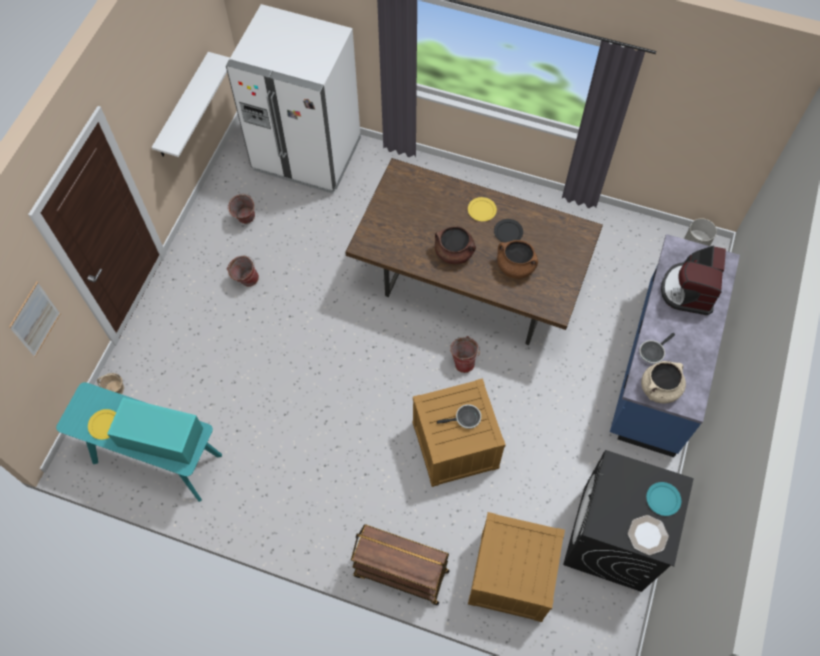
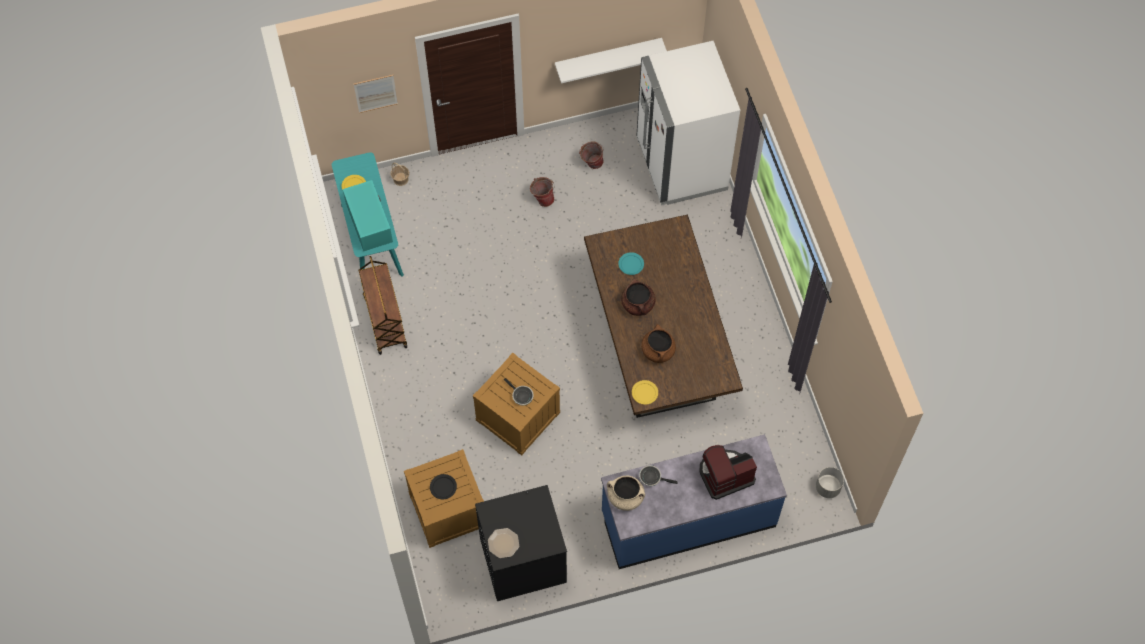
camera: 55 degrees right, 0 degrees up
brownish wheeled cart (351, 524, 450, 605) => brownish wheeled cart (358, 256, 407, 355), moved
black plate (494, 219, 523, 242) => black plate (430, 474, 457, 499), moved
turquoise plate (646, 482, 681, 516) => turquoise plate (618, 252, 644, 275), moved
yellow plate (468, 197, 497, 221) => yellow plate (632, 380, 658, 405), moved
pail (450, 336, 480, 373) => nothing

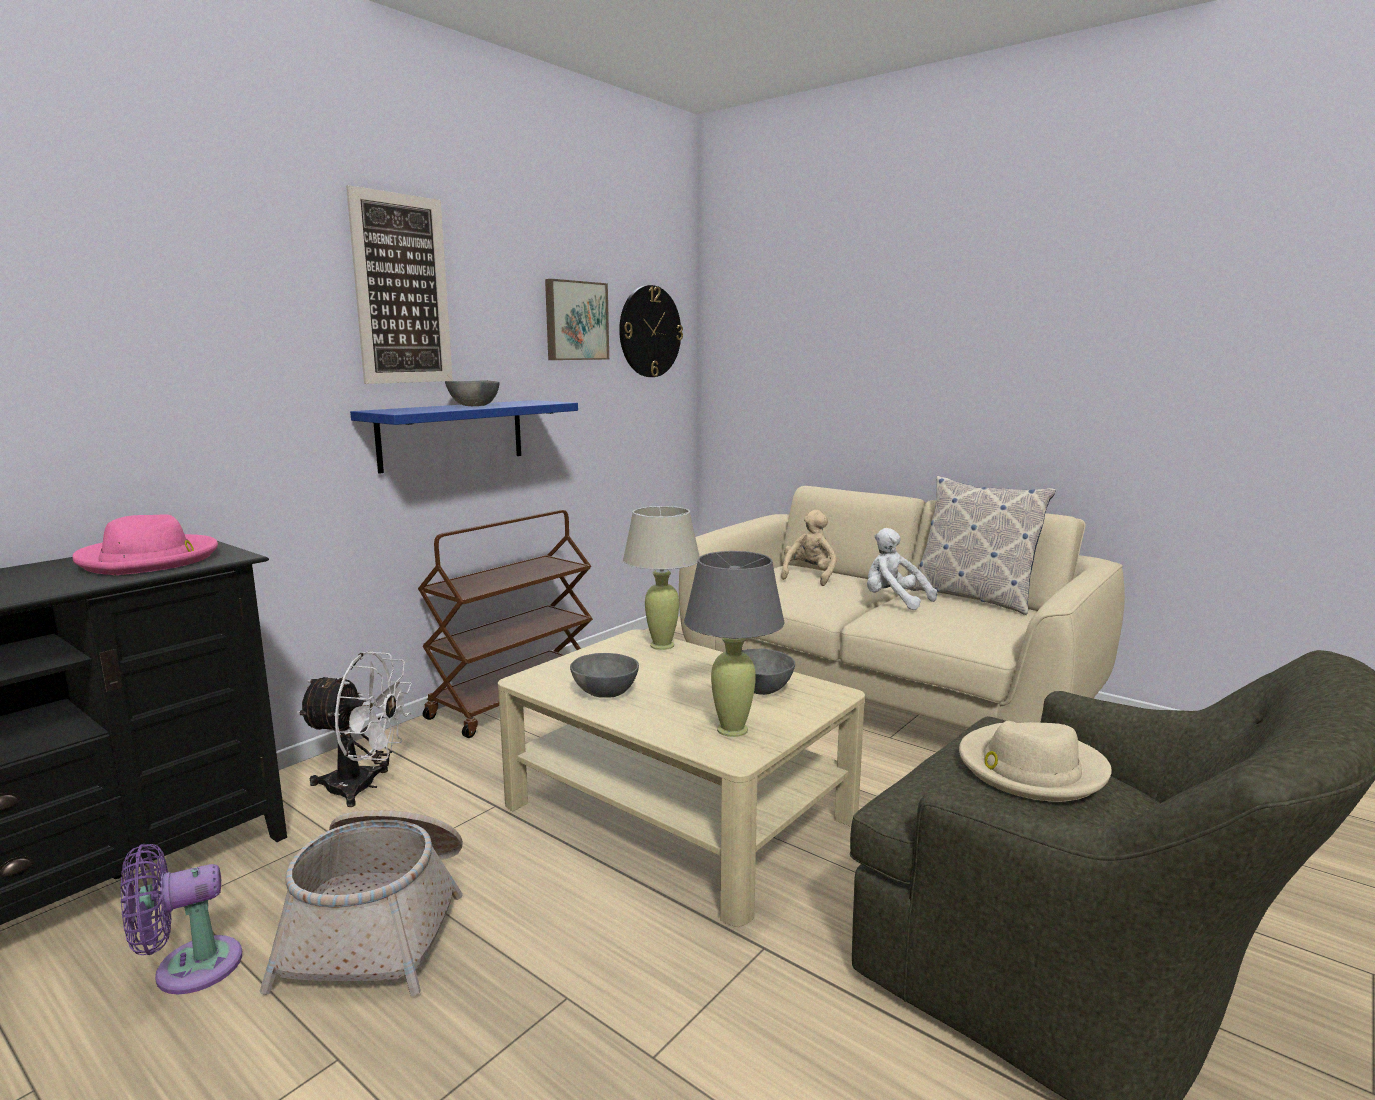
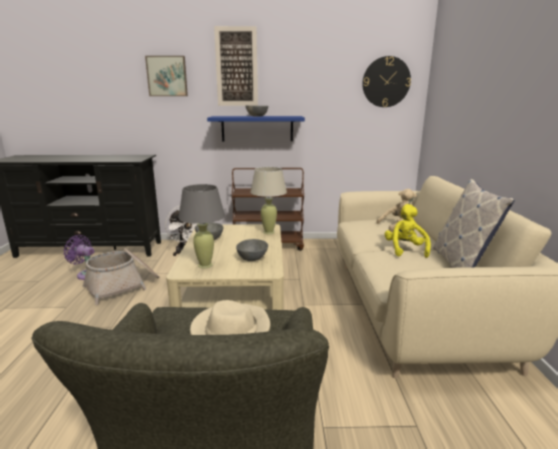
camera: 50 degrees right, 5 degrees up
picture (545, 279, 609, 360) => picture (145, 56, 188, 96), moved
white-coloured cuddly toy (867, 528, 937, 610) => yellow cuddly toy (385, 204, 431, 258)
pink clothing hat (72, 514, 218, 575) => nothing

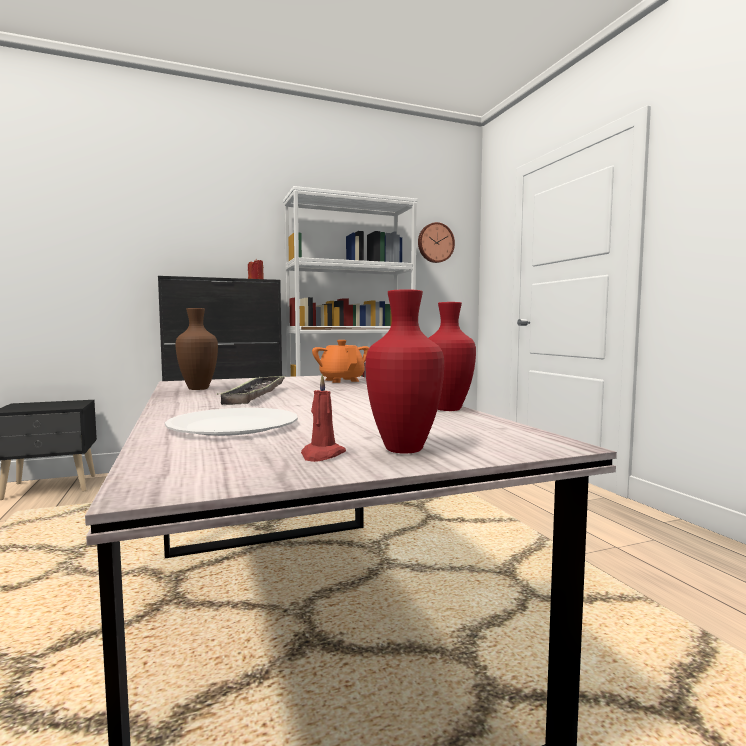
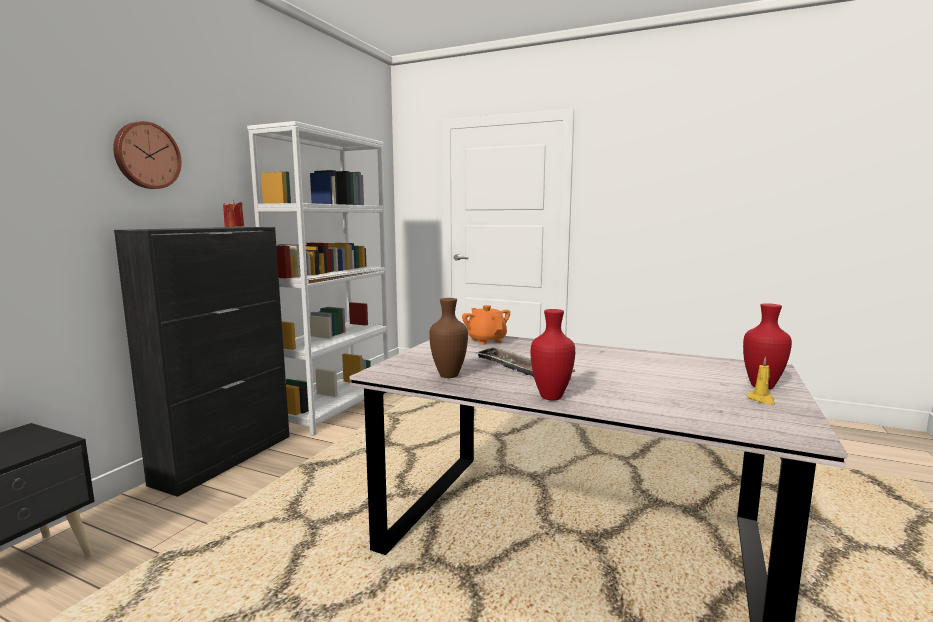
camera: 45 degrees left, 5 degrees up
clock on the wall (418, 222, 455, 263) => clock on the wall (113, 121, 182, 189), moved
orange pot for tea (312, 340, 369, 383) => orange pot for tea (462, 305, 510, 345), 45 degrees clockwise
red-coloured vase (429, 302, 476, 411) => red-coloured vase (530, 309, 575, 400), moved
red-coloured wax light (301, 374, 346, 462) => yellow wax light (747, 357, 775, 405)
white-coloured plate (165, 408, 298, 436) => nothing

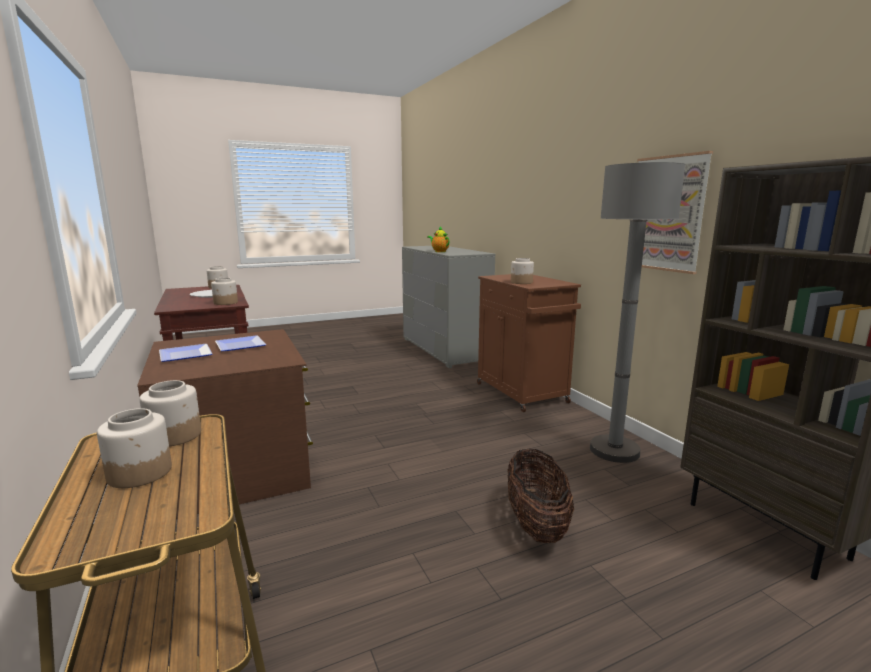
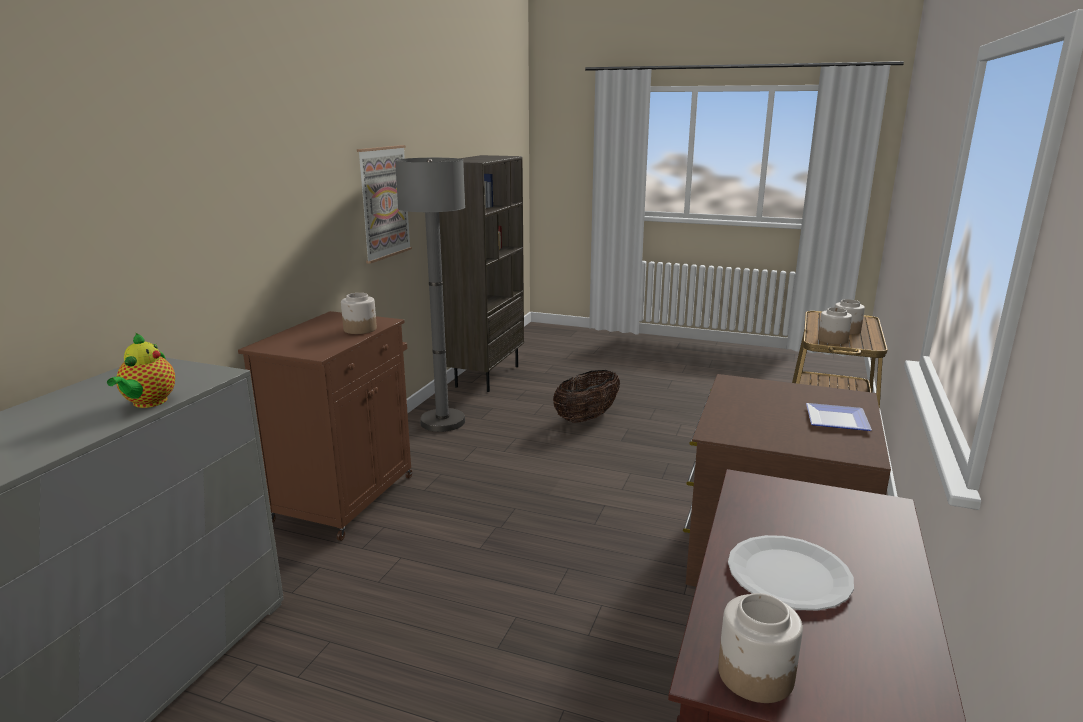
camera: 135 degrees left, 5 degrees up
jar (211, 277, 238, 305) => nothing
plate (215, 335, 266, 351) => nothing

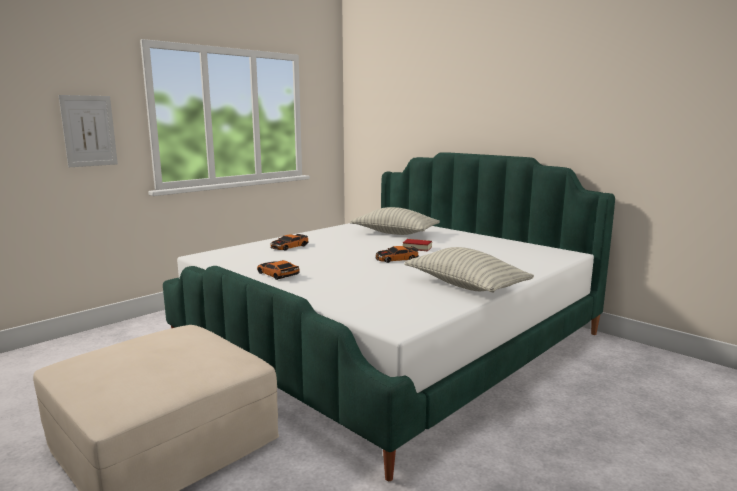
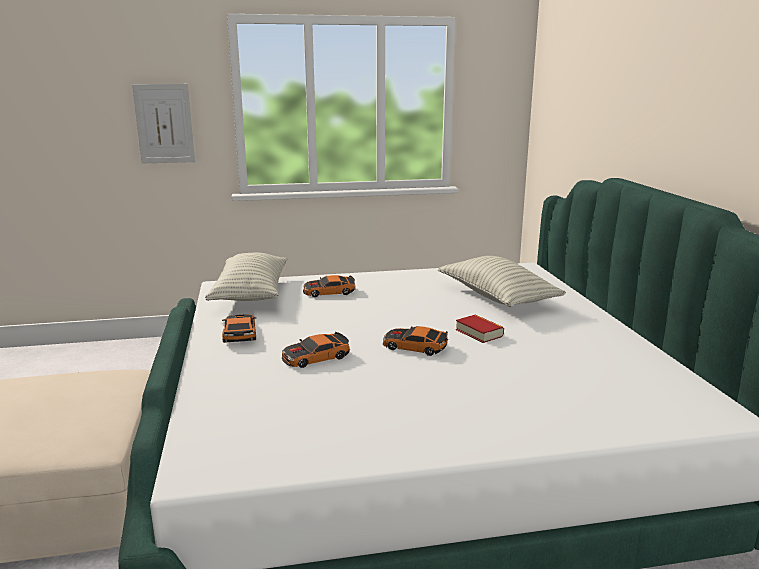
camera: 35 degrees right, 5 degrees up
cushion (404, 247, 534, 292) => cushion (205, 253, 287, 301), moved
nothing => miniature car (282, 332, 350, 368)

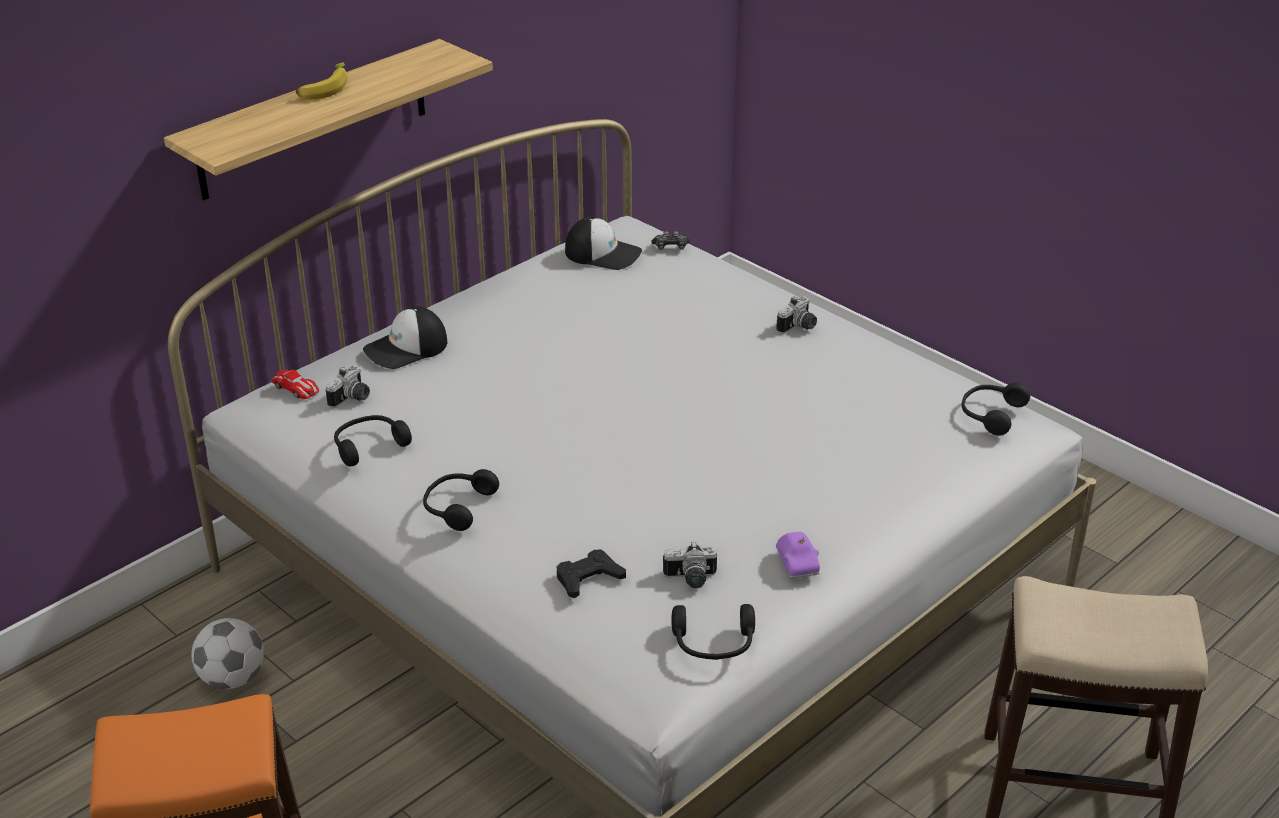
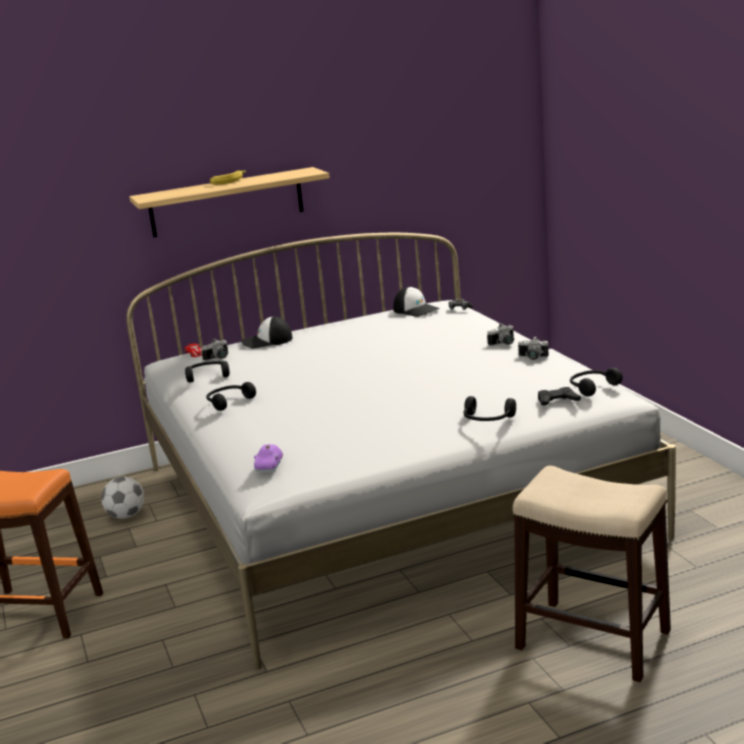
camera: 25 degrees right, 15 degrees down
purple miniature car (776, 532, 820, 578) => purple miniature car (254, 444, 283, 471), moved
black headset (671, 604, 755, 660) => black headset (464, 396, 516, 421), moved
still camera (663, 542, 717, 588) => still camera (518, 337, 549, 360), moved
black gamepad (557, 549, 626, 598) => black gamepad (538, 387, 581, 406), moved

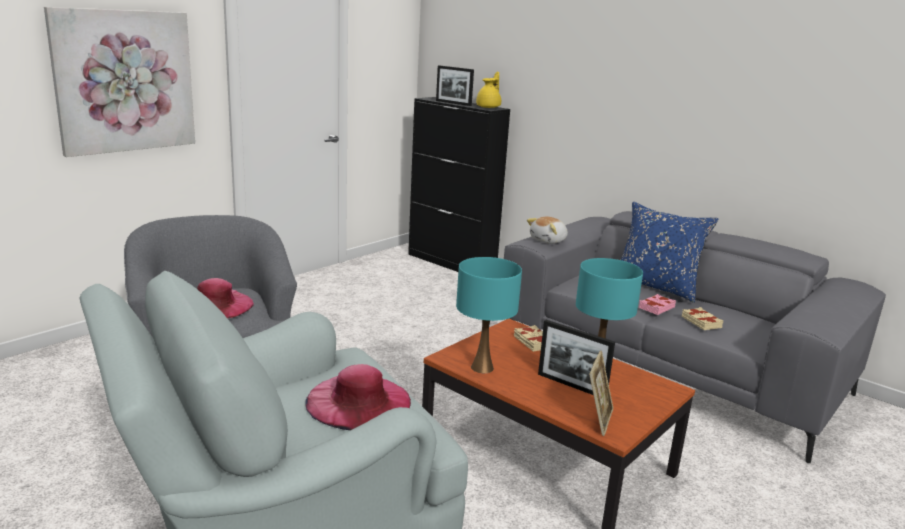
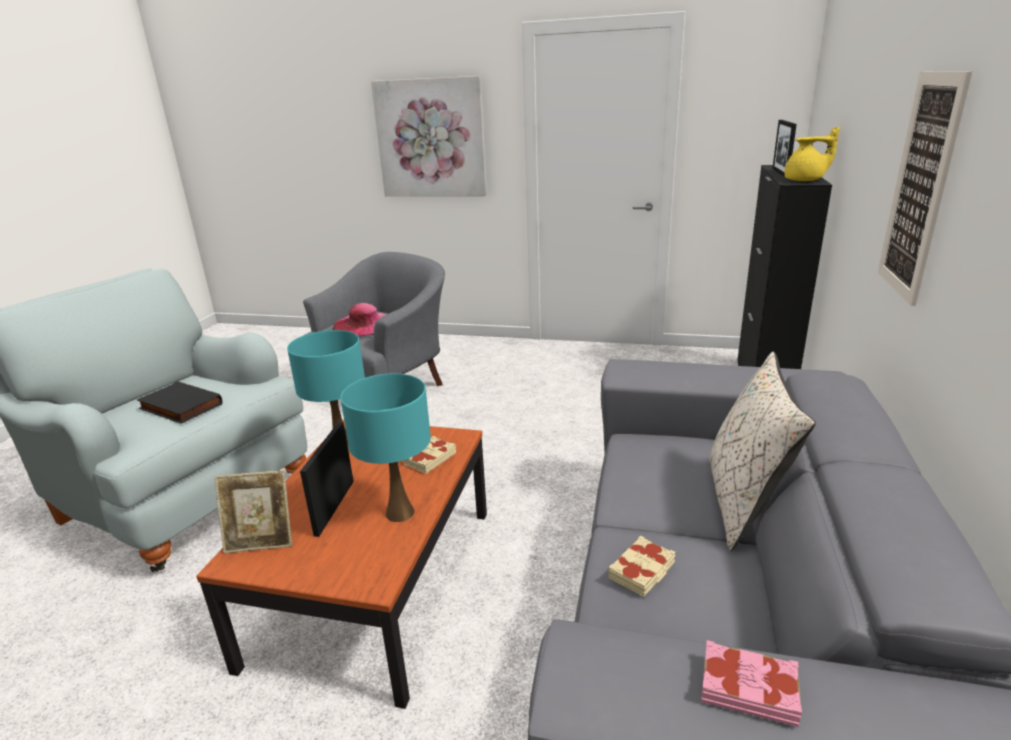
camera: 65 degrees right, 5 degrees up
pink clothing hat (305, 364, 411, 430) => black volume (137, 381, 222, 424)
pink volume (639, 294, 676, 315) => pink volume (701, 640, 802, 727), moved
blue cushion (620, 202, 718, 303) => beige-coloured cushion (709, 352, 816, 551)
nothing => picture (878, 71, 972, 306)
cuddly toy (527, 216, 568, 244) => nothing

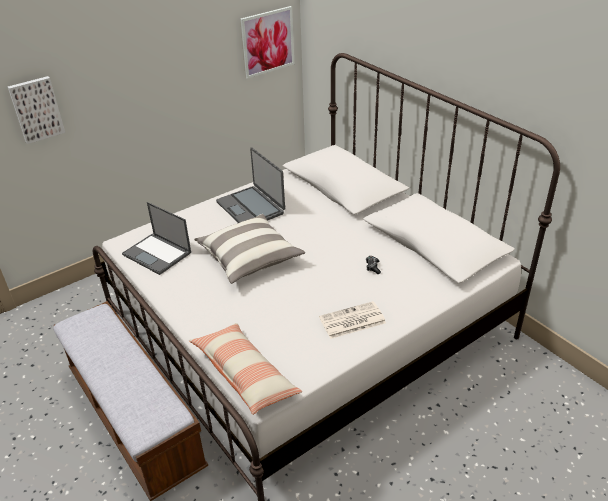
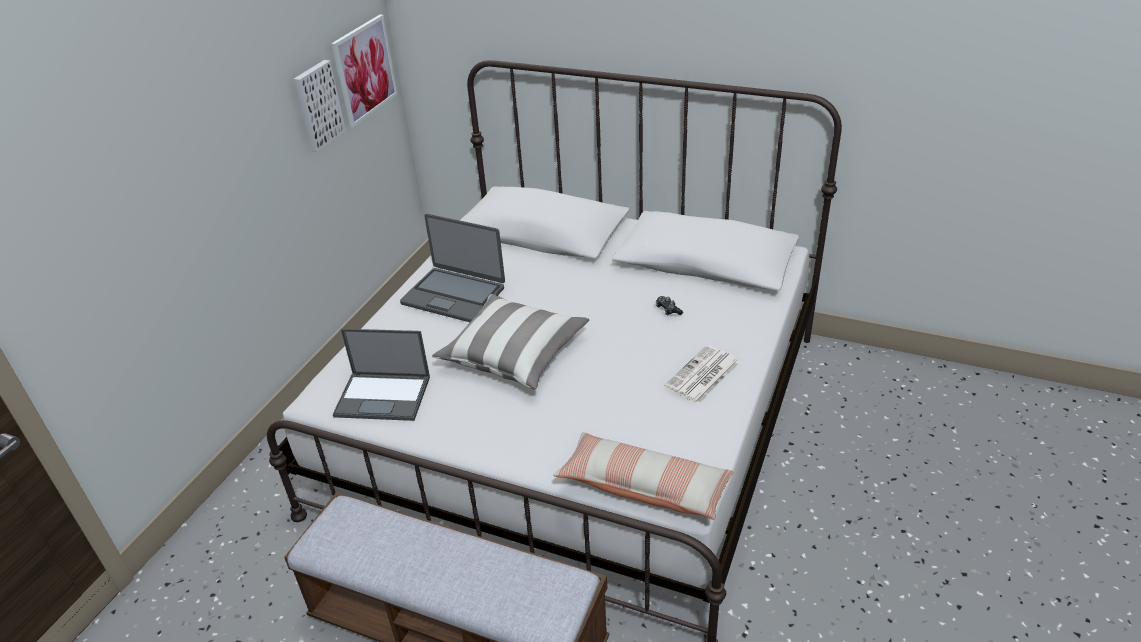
camera: 30 degrees left, 0 degrees up
picture (8, 76, 65, 144) => picture (293, 60, 346, 152), moved

